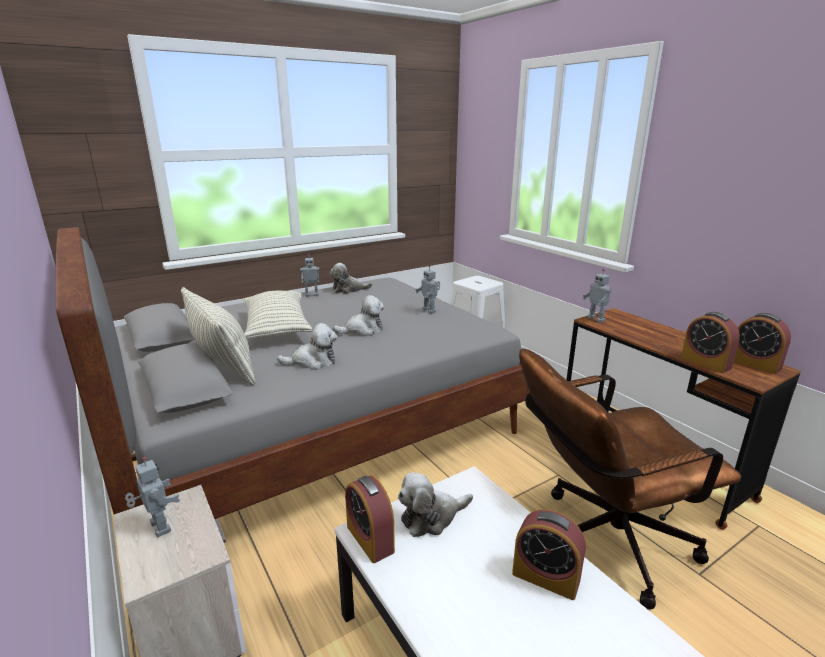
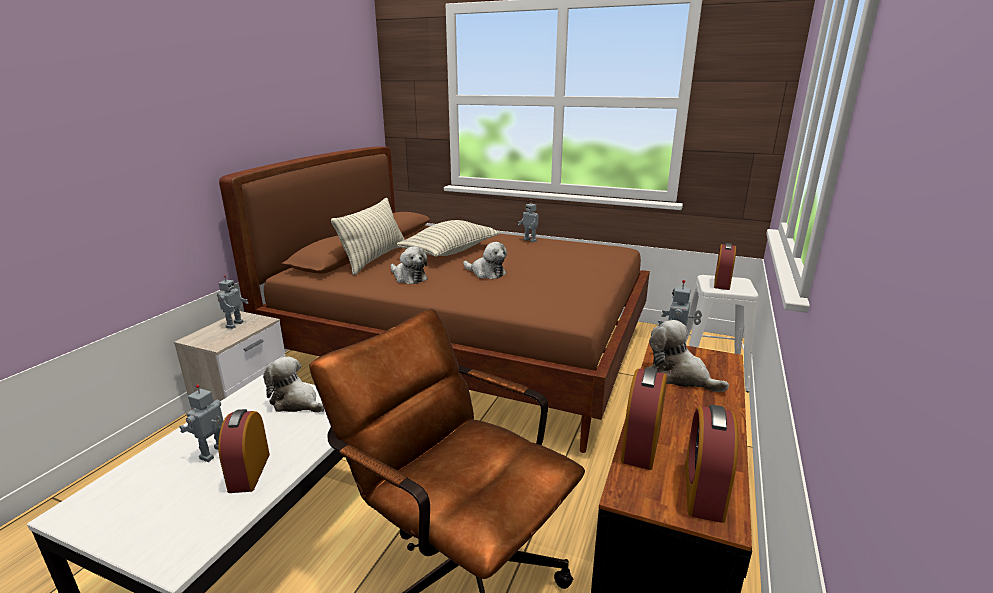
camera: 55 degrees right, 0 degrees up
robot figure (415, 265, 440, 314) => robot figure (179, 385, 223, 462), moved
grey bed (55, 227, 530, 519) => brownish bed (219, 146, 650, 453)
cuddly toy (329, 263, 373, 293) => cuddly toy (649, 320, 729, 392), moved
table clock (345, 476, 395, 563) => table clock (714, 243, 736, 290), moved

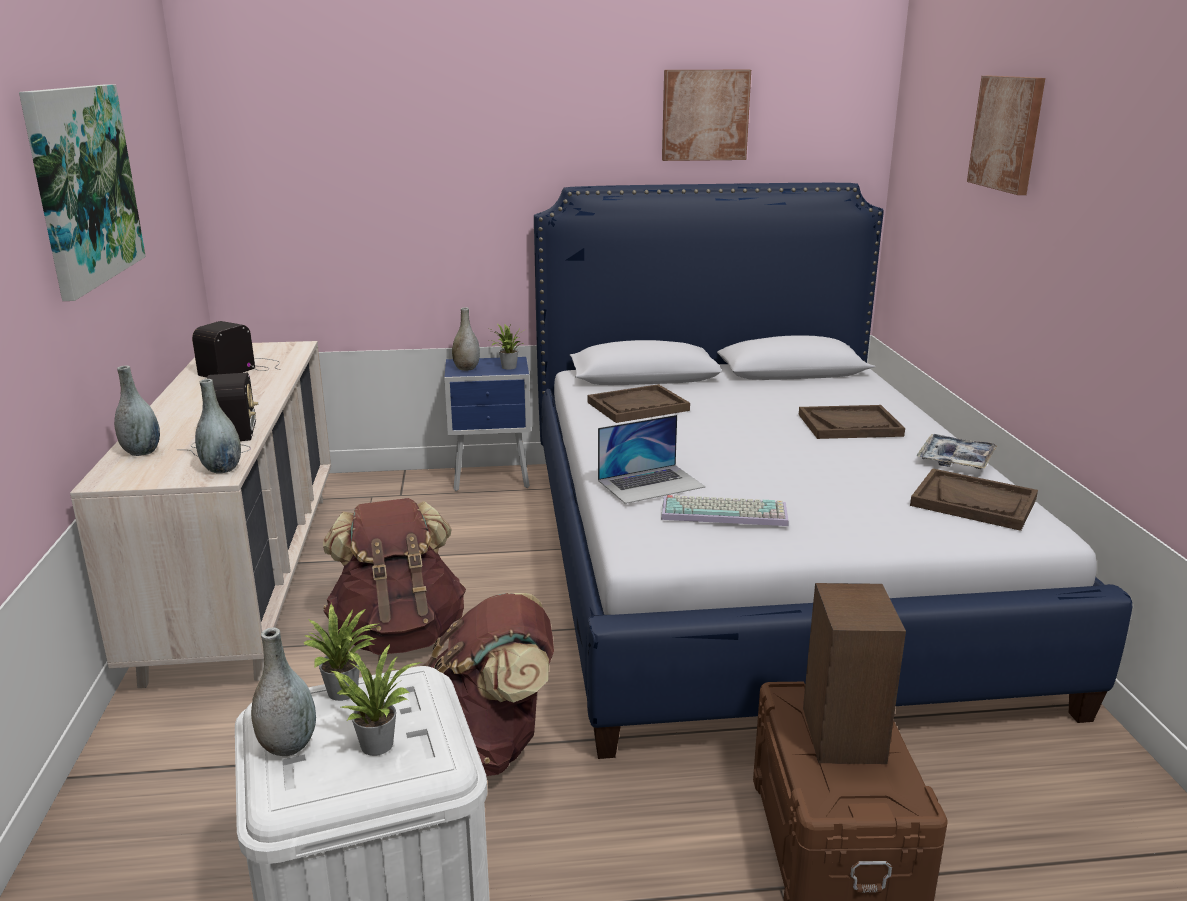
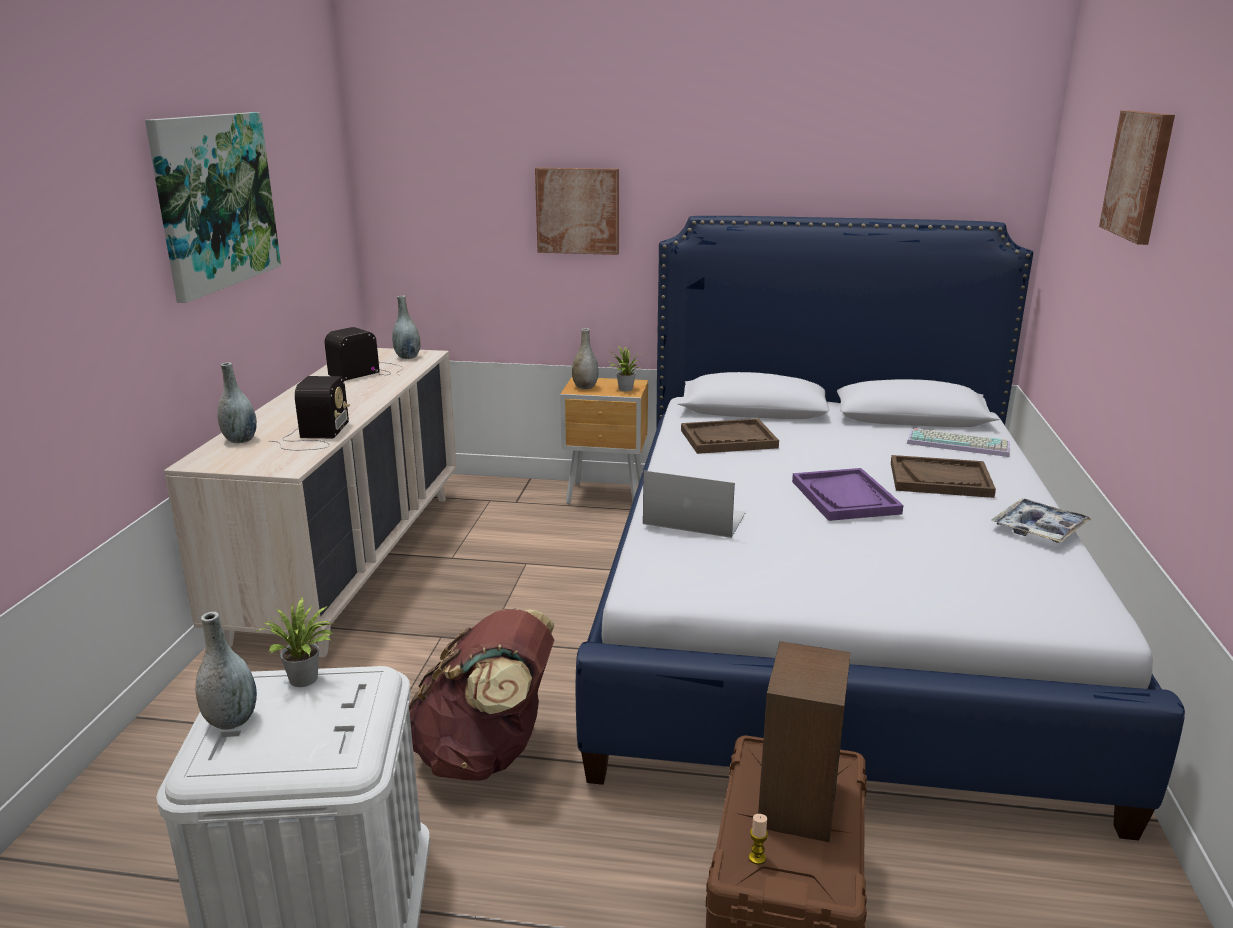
camera: 15 degrees right, 0 degrees up
grey vase (195, 379, 241, 474) => grey vase (392, 295, 420, 359), moved
picture (662, 70, 751, 161) => picture (535, 168, 619, 255), moved
blue bedside table (444, 357, 531, 491) => brownish bedside table (560, 377, 648, 504)
notebook computer (598, 415, 705, 504) => notebook computer (643, 471, 746, 538), 150 degrees counterclockwise
nothing => wax light (749, 814, 768, 865)
nothing => purple tray (792, 468, 903, 521)
keyboard (661, 495, 789, 526) => keyboard (907, 428, 1010, 457), moved
brownish rucksack (323, 498, 466, 655) => nothing
houseplant (331, 644, 422, 756) => nothing
brownish tray (910, 468, 1038, 531) => nothing

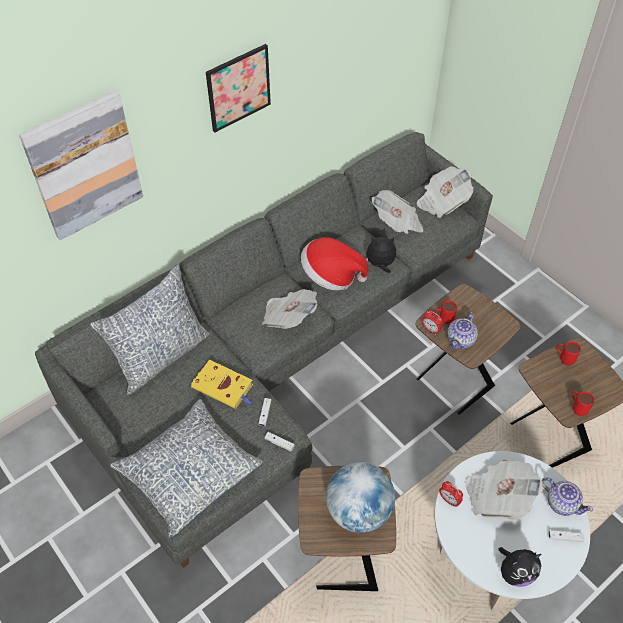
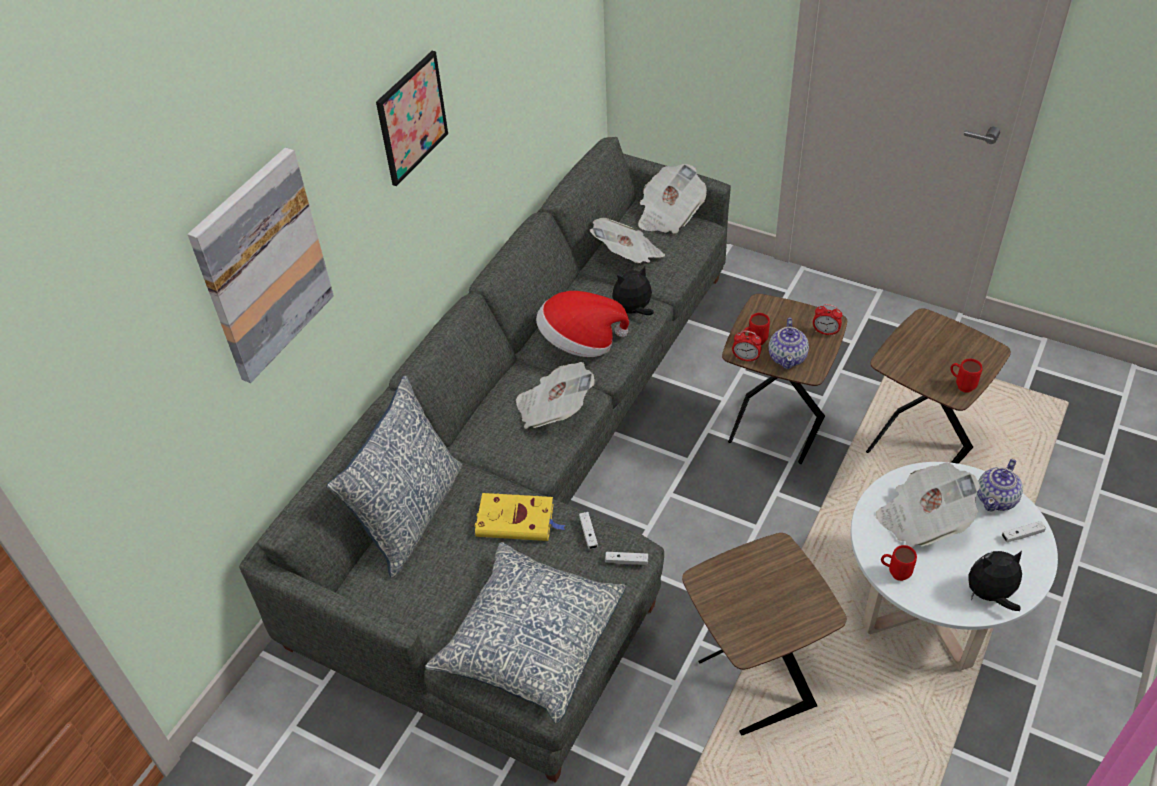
camera: 20 degrees left, 5 degrees down
table clock (439, 481, 463, 507) => table clock (813, 304, 842, 336), moved
red-coloured tea mug (557, 341, 581, 365) => red-coloured tea mug (881, 545, 917, 581), moved
cuddly toy (498, 547, 542, 587) => cuddly toy (968, 551, 1022, 611), 150 degrees counterclockwise
pot for tea (542, 477, 593, 516) => pot for tea (977, 459, 1023, 511), 105 degrees clockwise
world globe (326, 462, 395, 533) => nothing

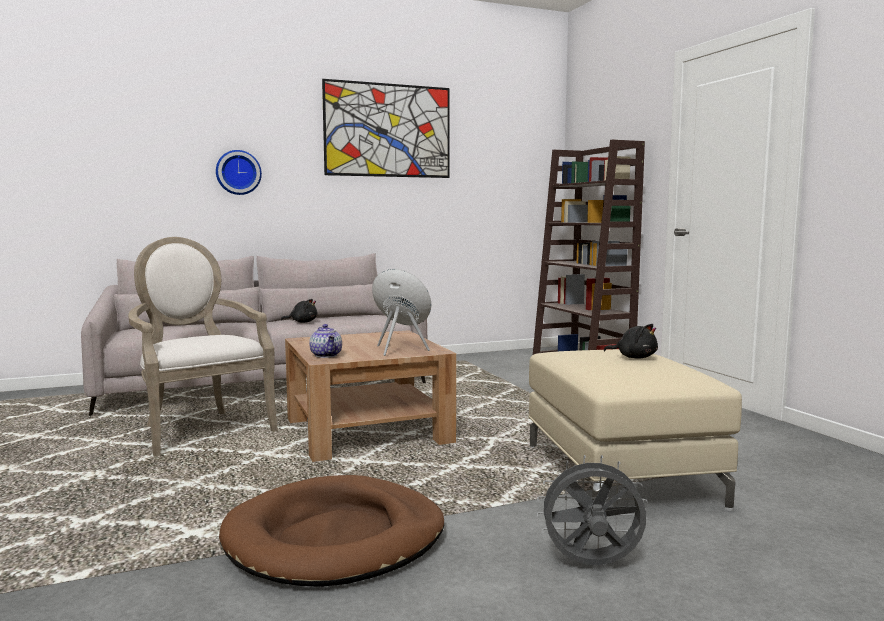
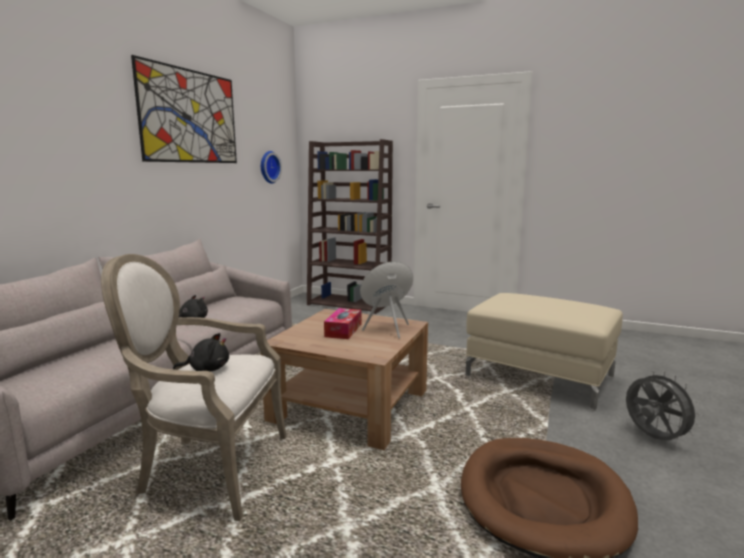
camera: 45 degrees left, 5 degrees up
black cuddly toy (604, 324, 658, 359) => black cuddly toy (173, 333, 229, 371), moved
clock on the wall (216, 150, 262, 195) => clock on the wall (261, 151, 282, 184), moved
nothing => tissue box (324, 308, 361, 339)
grey electric fan (537, 455, 648, 565) => grey electric fan (626, 371, 702, 442), 105 degrees clockwise
pot for tea (309, 324, 342, 358) => nothing

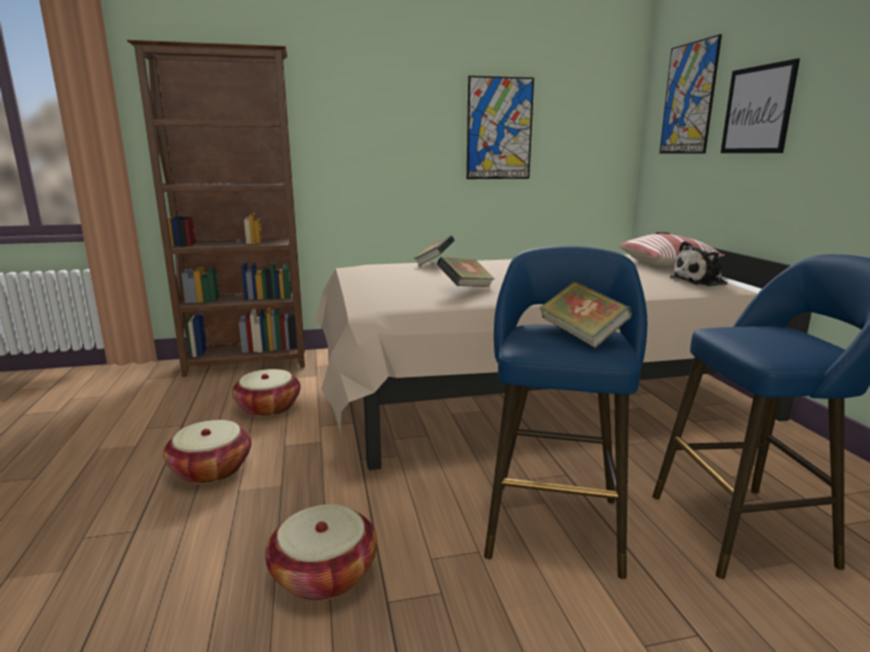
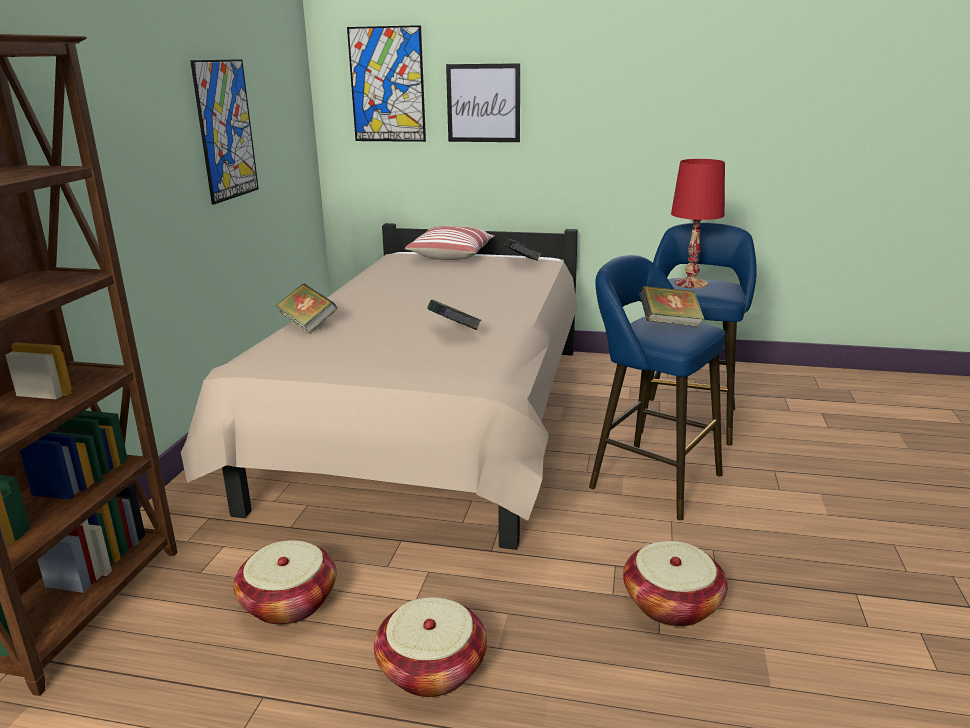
camera: 65 degrees left, 5 degrees up
cuddly toy (670, 241, 727, 286) => volume (505, 239, 542, 261)
nothing => red-coloured lamp for a table (671, 159, 725, 288)

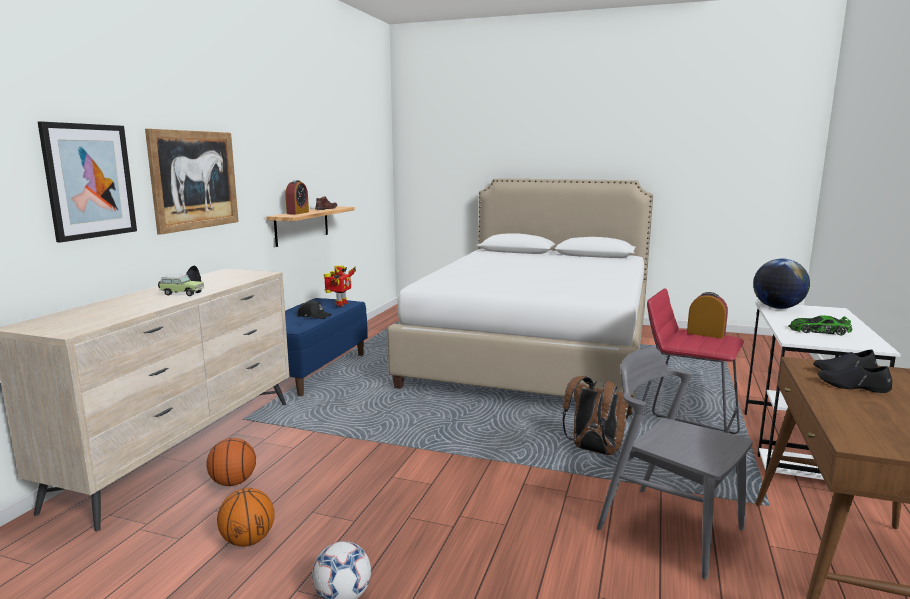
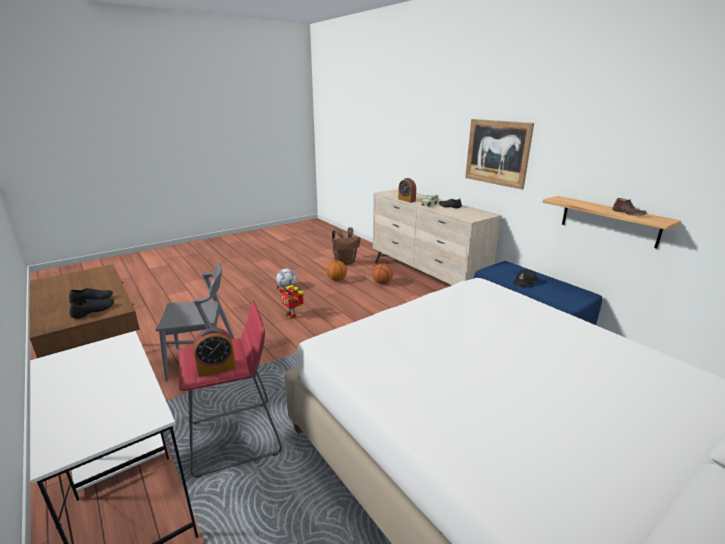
camera: 125 degrees right, 10 degrees up
robot figure (324, 265, 356, 306) => robot figure (277, 285, 304, 319), moved
brownish rucksack (562, 376, 633, 455) => brownish rucksack (332, 227, 361, 265), moved
table clock (286, 180, 309, 215) => table clock (398, 178, 416, 203), moved
picture (38, 121, 137, 243) => nothing
world globe (753, 259, 810, 309) => nothing
miniature car (788, 315, 852, 336) => nothing

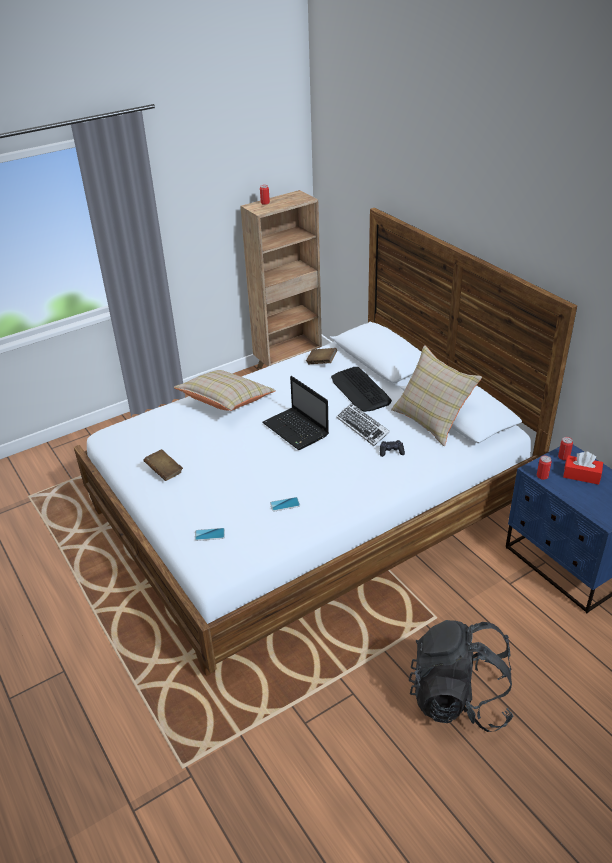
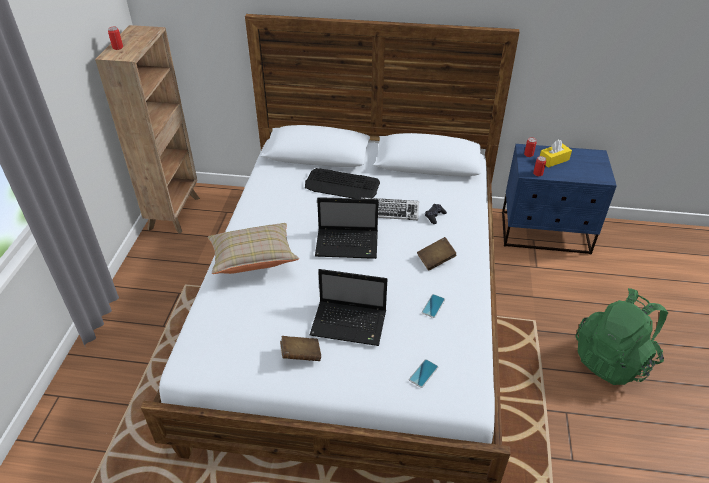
camera: 50 degrees left, 5 degrees up
nothing => notebook computer (310, 269, 387, 346)
brownish volume (306, 348, 337, 364) => brownish volume (417, 237, 457, 270), moved
red-coloured tissue box (563, 452, 603, 485) => yellow tissue box (540, 140, 572, 168)
black rucksack (409, 620, 514, 732) => green rucksack (575, 288, 668, 385)
beige-coloured cushion (391, 345, 482, 446) => nothing

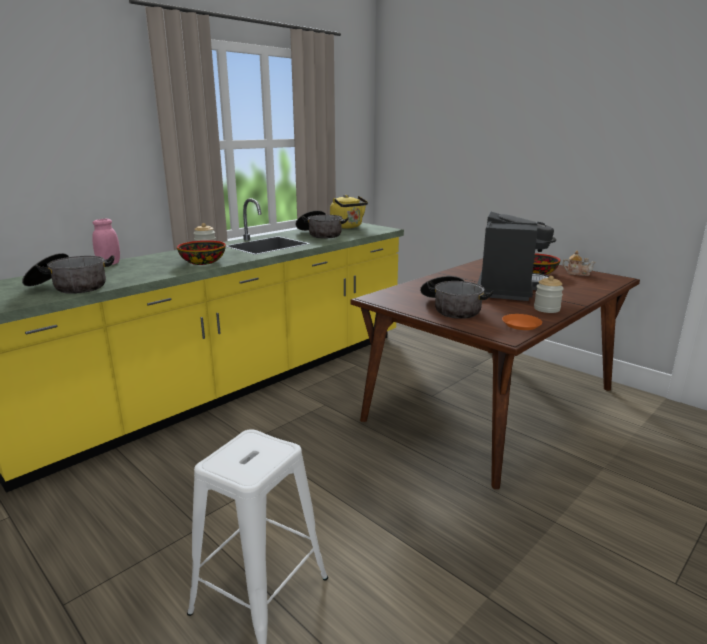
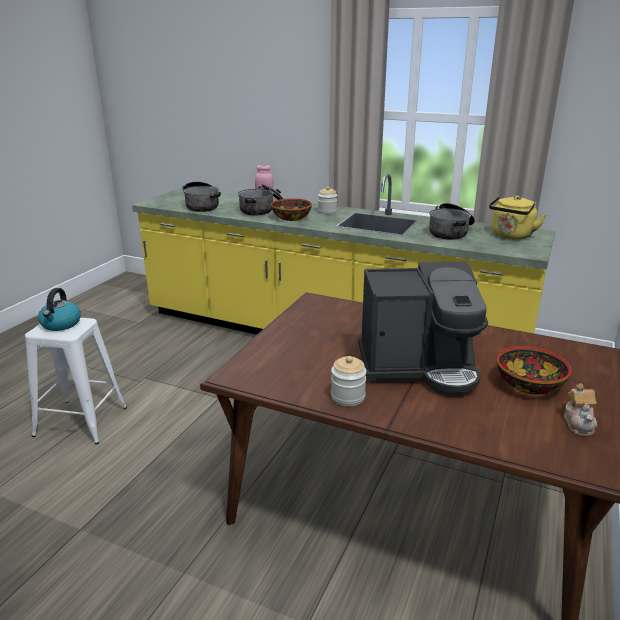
camera: 70 degrees right, 5 degrees up
nothing => tea kettle (38, 288, 81, 331)
stockpot (420, 276, 494, 319) => stockpot (238, 184, 283, 215), moved
orange plate (502, 314, 542, 330) => nothing

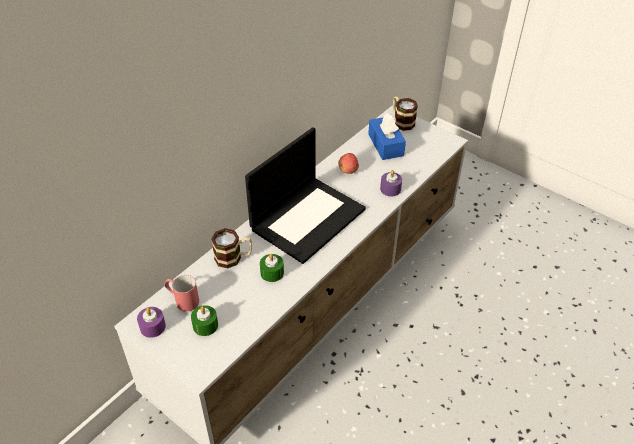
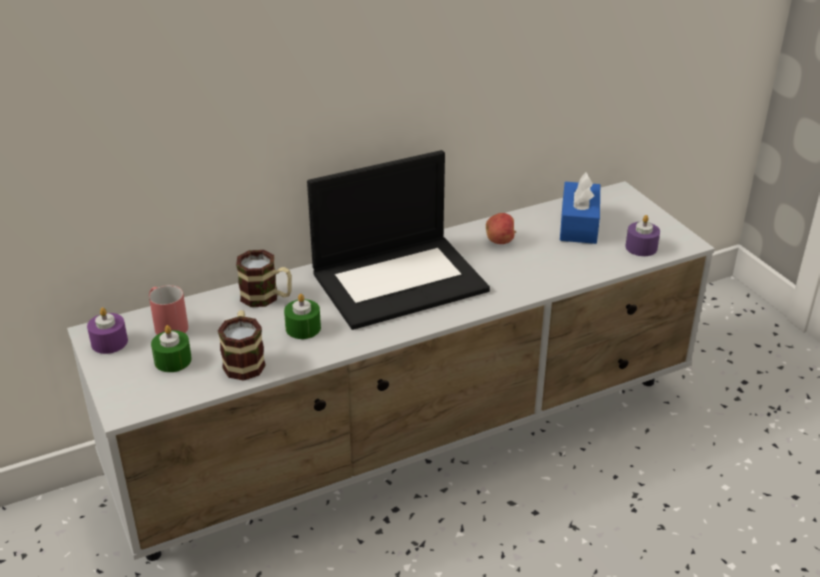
camera: 25 degrees right, 10 degrees down
tea mug (393, 97, 418, 131) => tea mug (218, 310, 266, 381), moved
purple wax light (380, 170, 402, 196) => purple wax light (625, 215, 660, 256), moved

